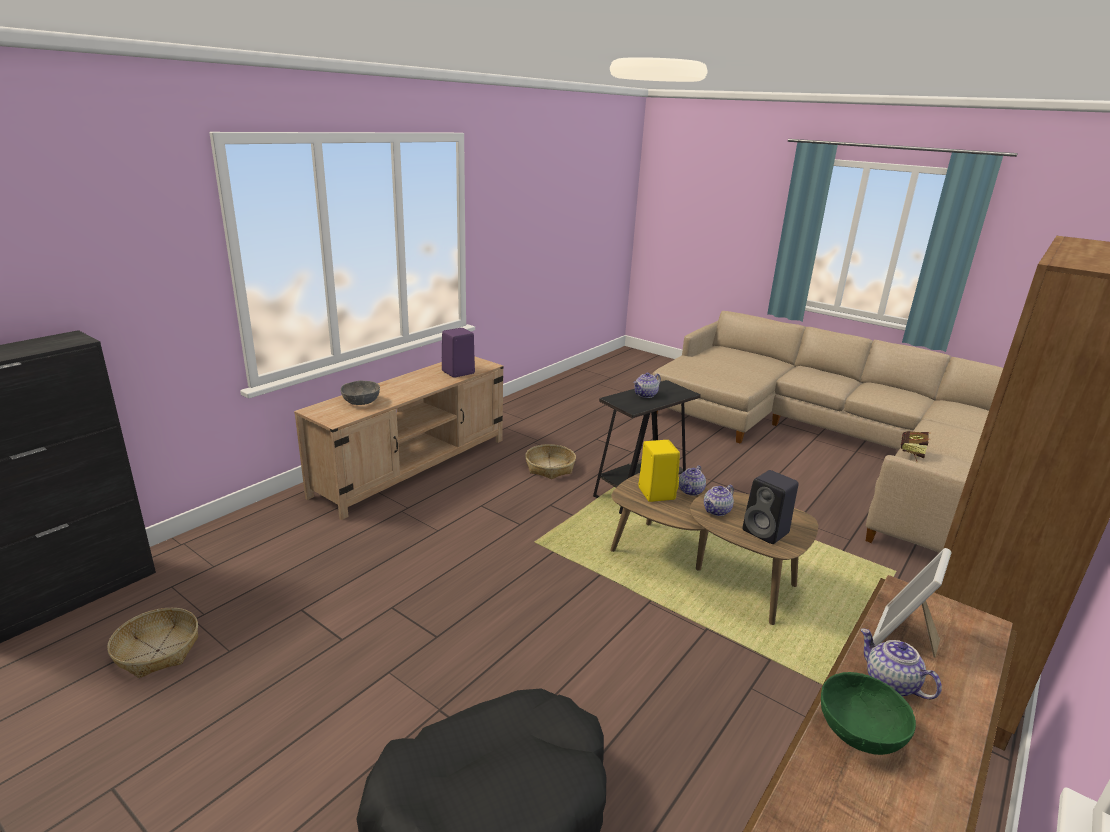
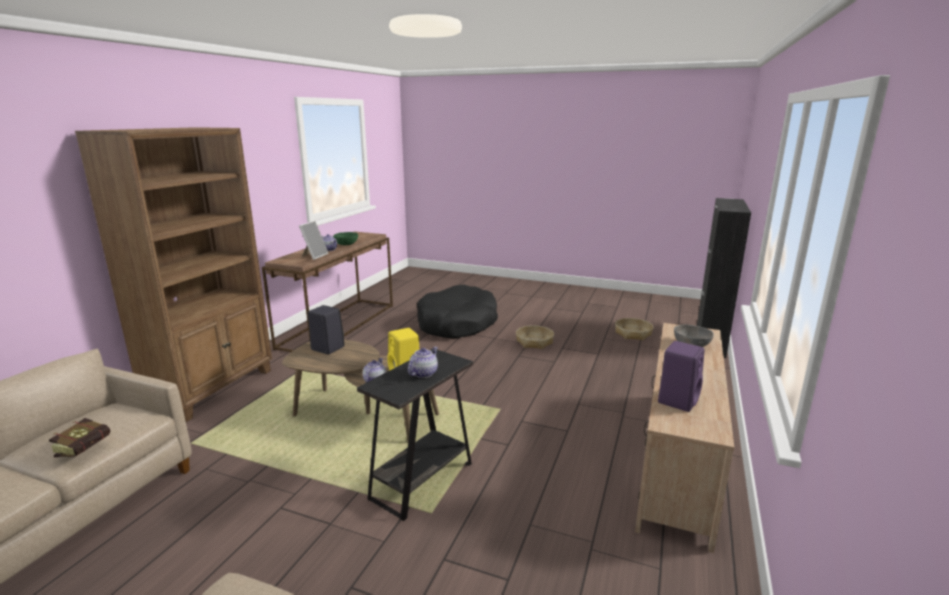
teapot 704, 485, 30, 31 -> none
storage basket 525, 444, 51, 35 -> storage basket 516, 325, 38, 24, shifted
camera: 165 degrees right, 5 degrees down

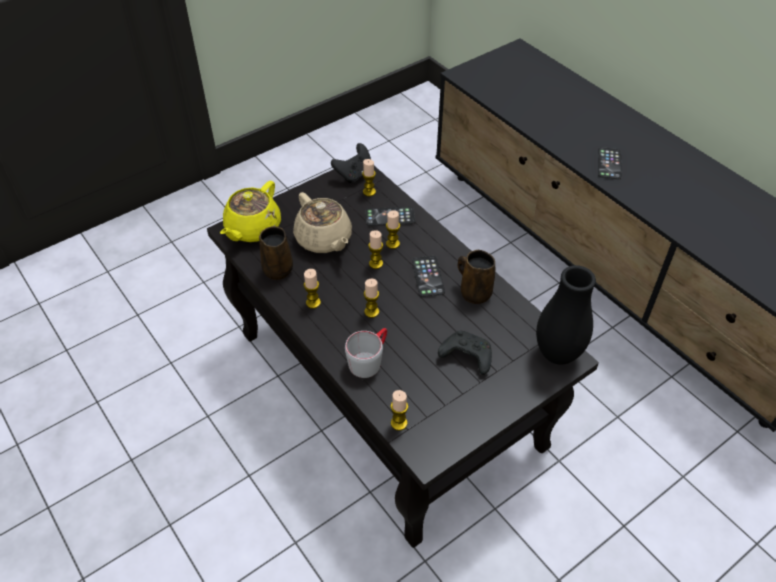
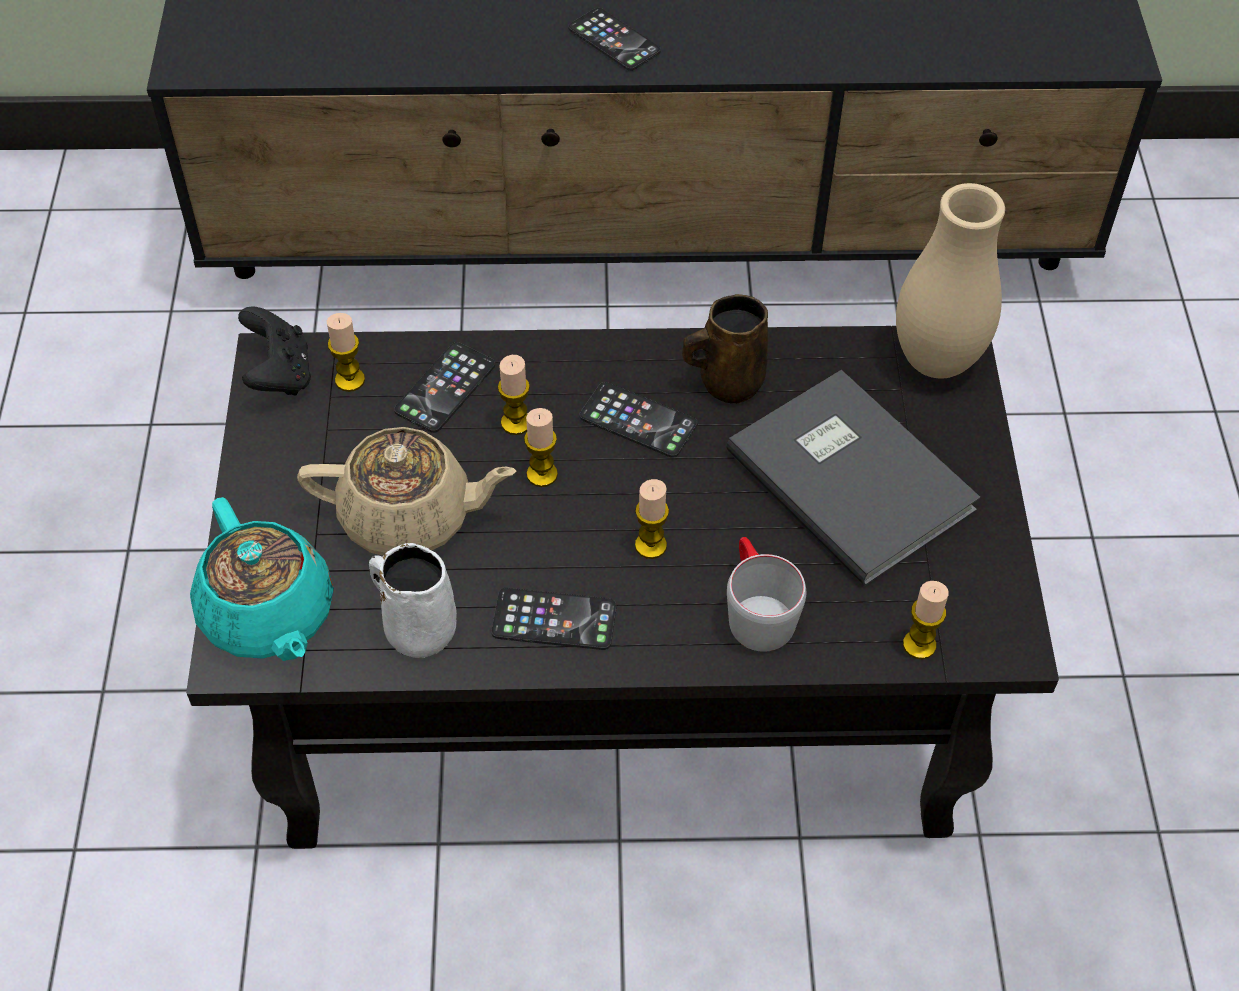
wax candle 304, 269, 17, 40 -> phone 491, 588, 126, 62
gamepad (black-coloured) 438, 331, 54, 44 -> volume (grey) 726, 370, 254, 217
teapot (yellow-coloured) 220, 181, 61, 61 -> teapot (turquoise) 190, 497, 144, 164
mug (brownish) 259, 226, 34, 54 -> mug (white-coloured) 369, 543, 88, 115
vase (black-coloured) 536, 265, 60, 99 -> vase (sand-coloured) 896, 183, 109, 196
camera: 55 degrees left, 5 degrees up

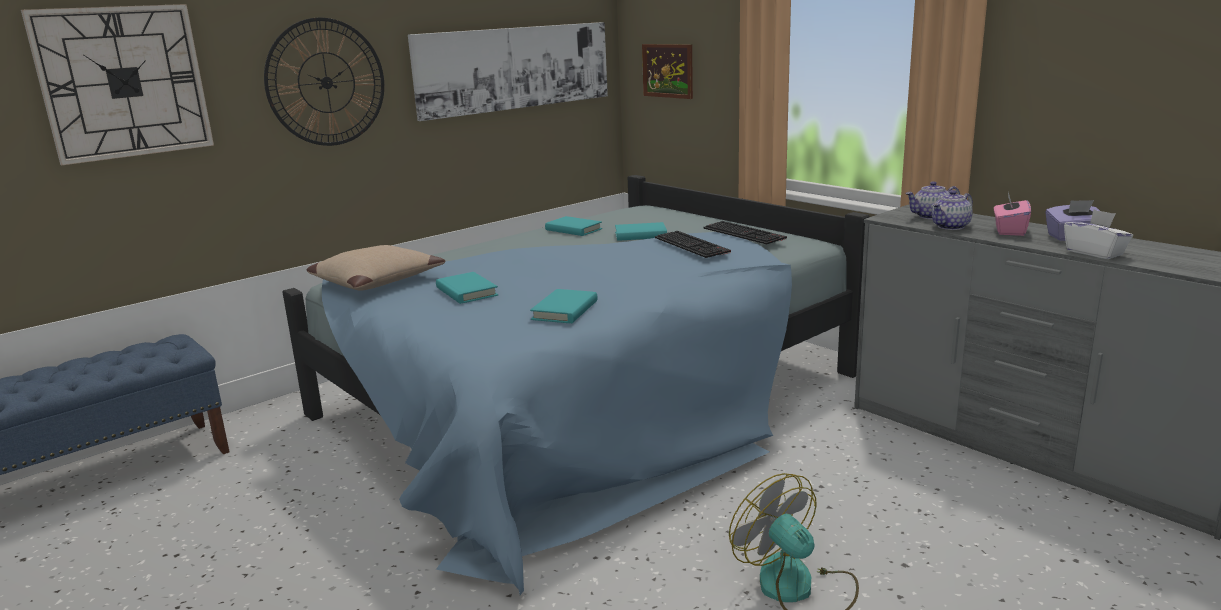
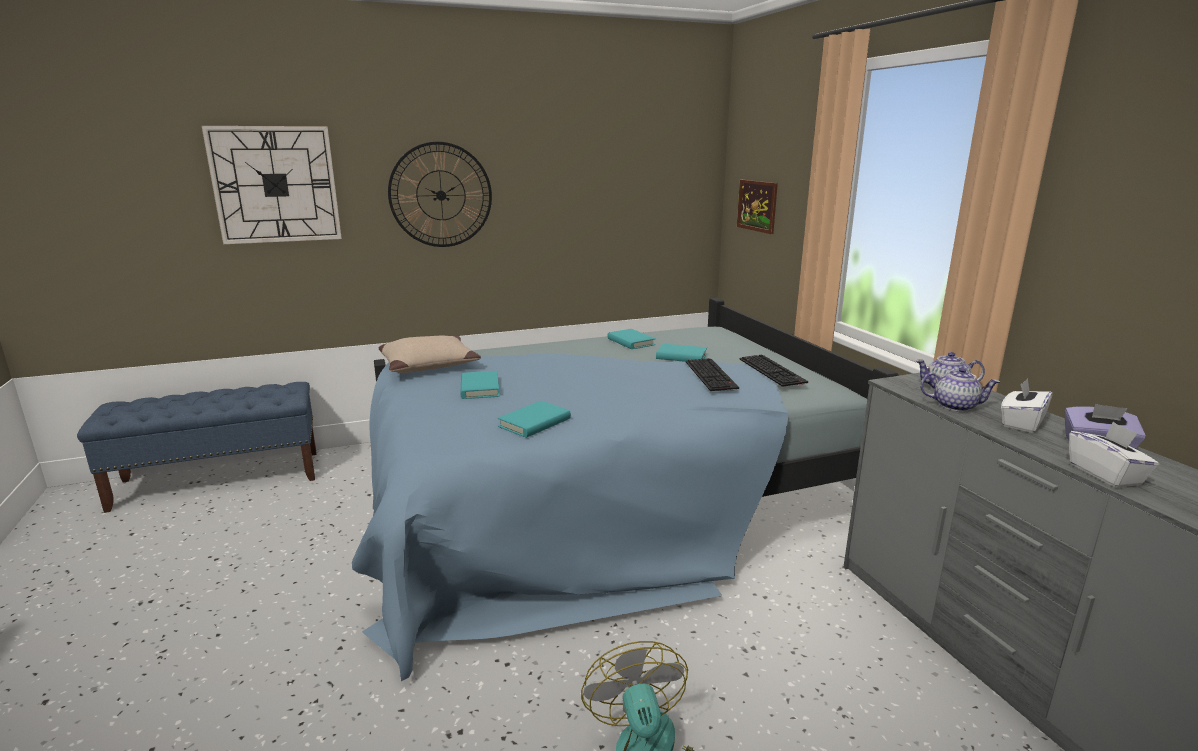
picture 408, 22, 200, 99 -> none
box of tissues (pink-coloured) 994, 191, 37, 45 -> box of tissues (white-coloured) 1001, 378, 51, 55
teapot 932, 190, 41, 40 -> teapot 920, 367, 80, 45, 150 degrees counterclockwise
camera: 20 degrees right, 0 degrees up

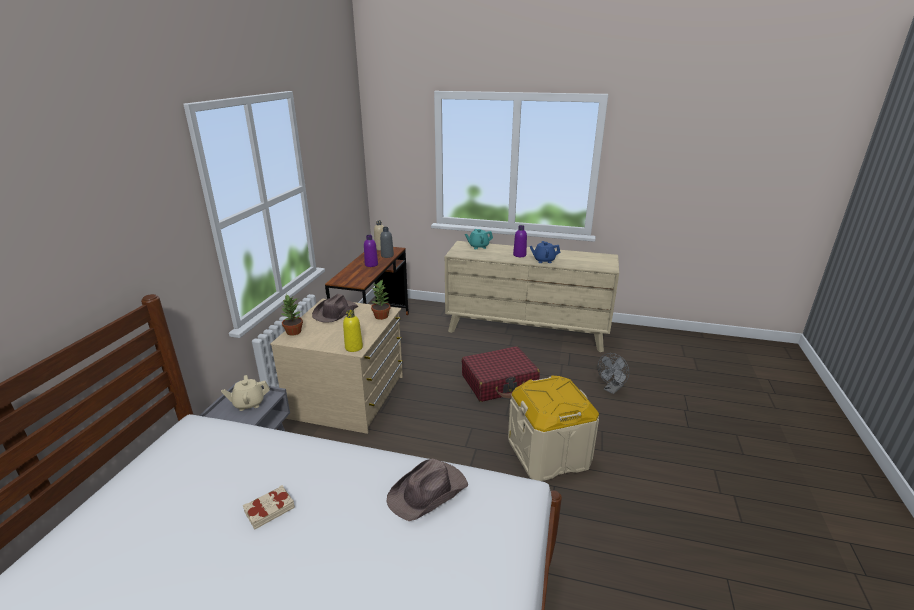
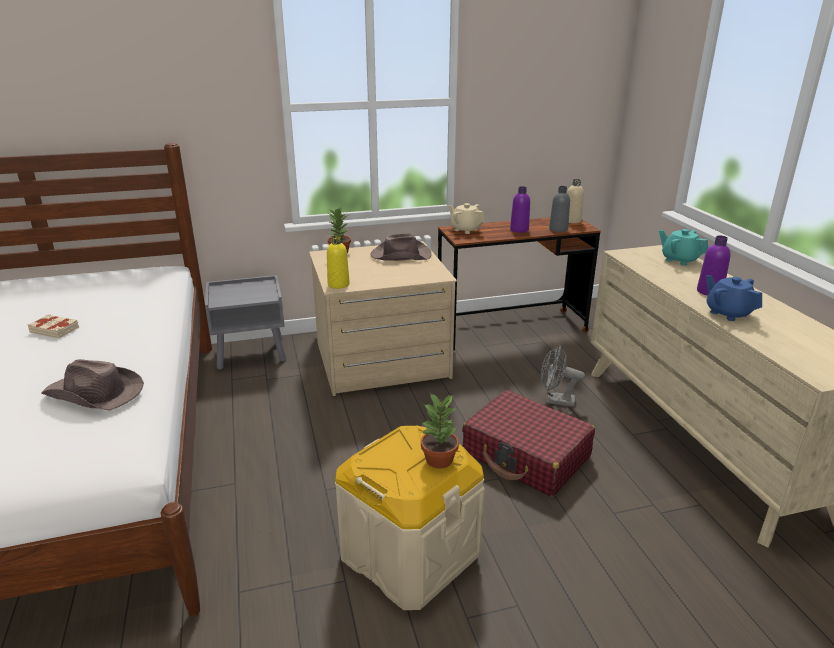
teapot (sand-coloured) 221, 375, 49, 36 -> teapot (sand-coloured) 448, 203, 37, 31, shifted
potted plant 371, 279, 19, 41 -> potted plant 421, 393, 38, 76, shifted
electric fan (grey) 598, 353, 31, 41 -> electric fan (grey) 541, 345, 44, 62, shifted
camera: 60 degrees right, 0 degrees up

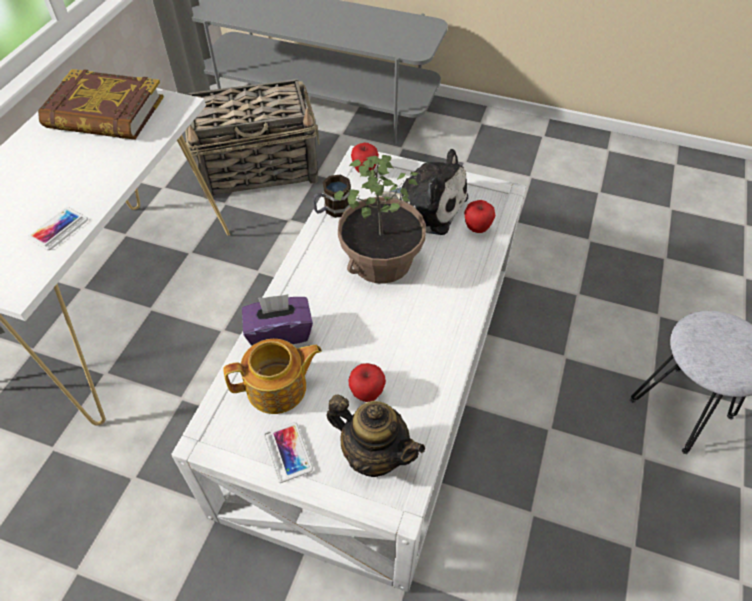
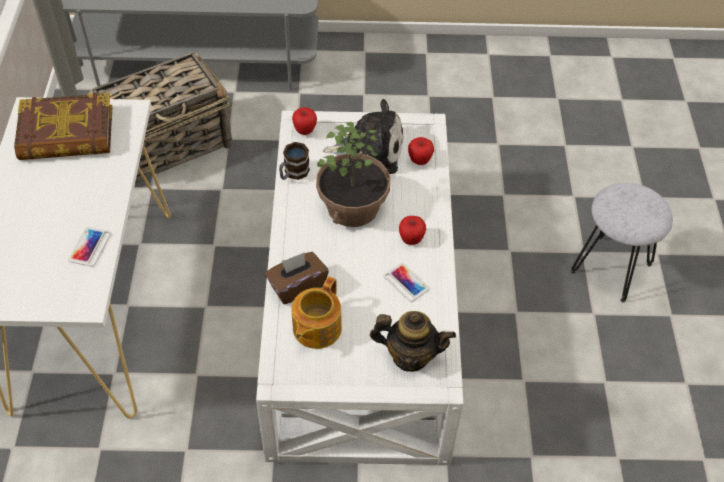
phone 263, 422, 50, 61 -> phone 383, 263, 47, 39, shifted
apple fruit 349, 363, 37, 39 -> apple fruit 399, 216, 27, 29, shifted
box of tissues (purple) 242, 294, 71, 52 -> box of tissues (brownish) 265, 252, 64, 52
teapot 223, 339, 99, 75 -> teapot 291, 277, 51, 72, 150 degrees clockwise
camera: 20 degrees left, 0 degrees up

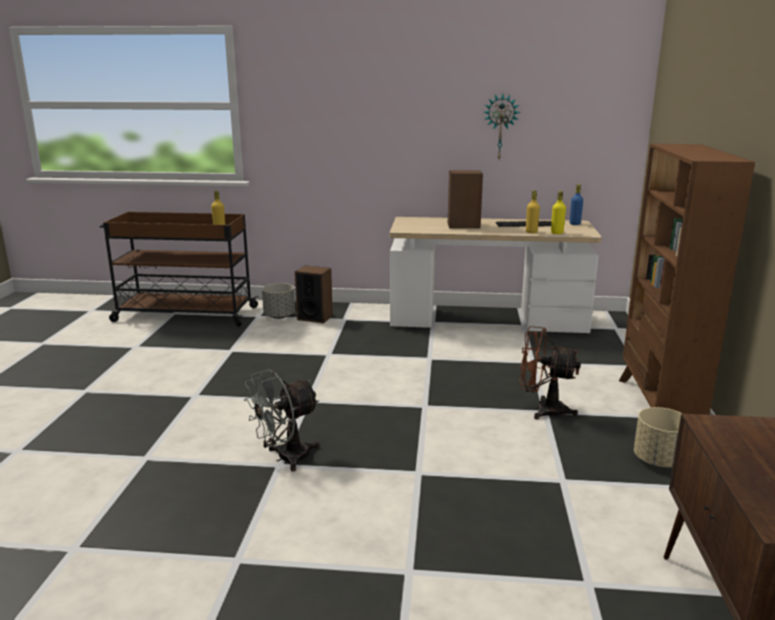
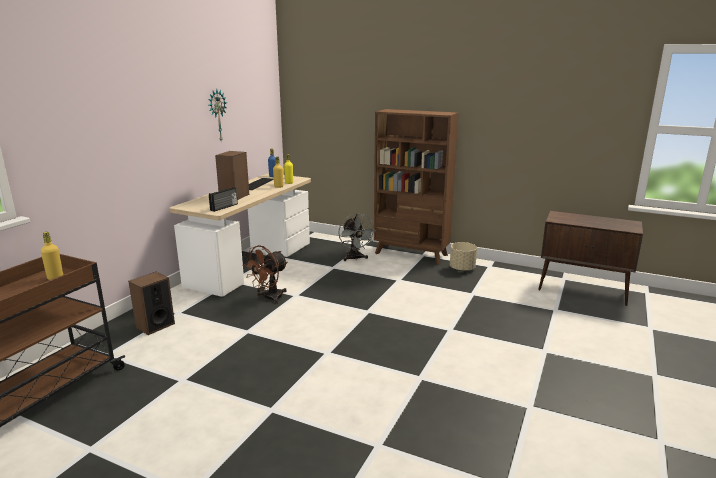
flower pot (grey) 262, 283, 33, 36 -> none
none -> radio set 209, 187, 29, 25
electric fan (grey) 244, 369, 75, 103 -> electric fan (grey) 338, 213, 38, 48, shifted
electric fan (brownish) 519, 326, 62, 94 -> electric fan (brownish) 242, 245, 46, 59, shifted
camera: 70 degrees left, 0 degrees up

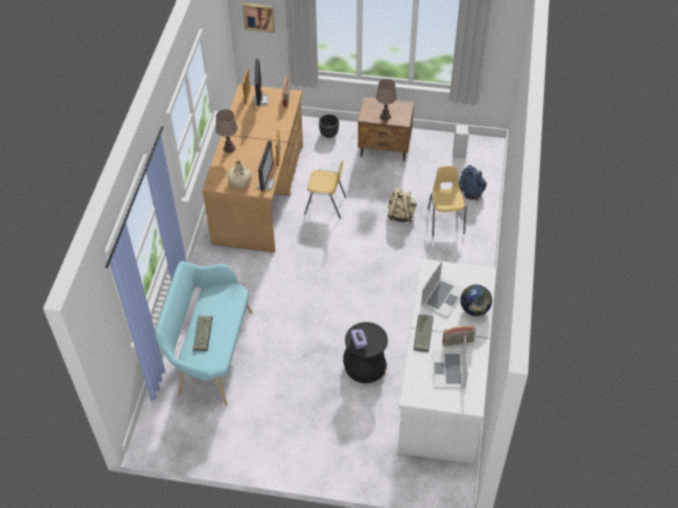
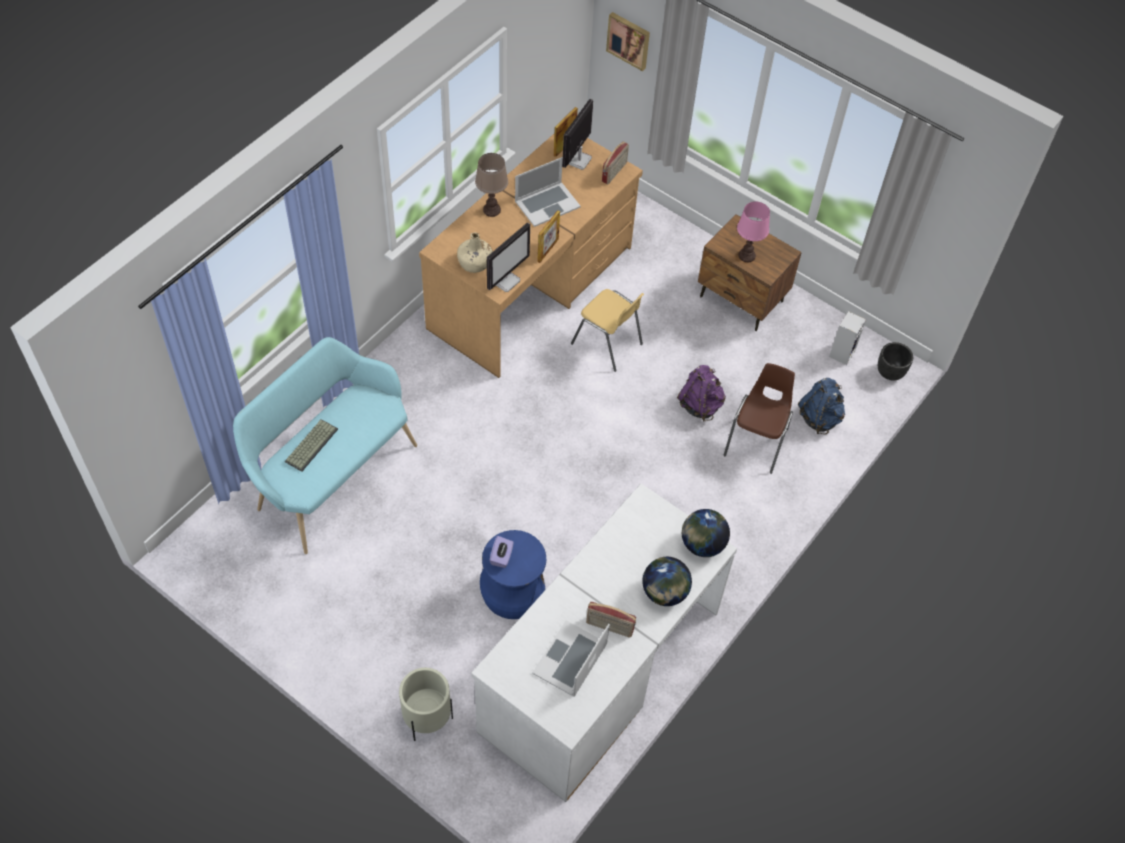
computer keyboard 413, 314, 20, 38 -> none
none -> flower pot (sand-coloured) 399, 668, 54, 73
none -> globe 682, 509, 48, 48
flower pot (black-coloured) 319, 114, 20, 24 -> flower pot (black-coloured) 878, 342, 35, 38, shifted
laptop 421, 261, 45, 57 -> laptop 515, 157, 66, 70, shifted
stool seat (black-coloured) 343, 322, 45, 61 -> stool seat (blue) 480, 530, 66, 89
lamp for a table (brownish) 376, 79, 21, 41 -> lamp for a table (pink-coloured) 737, 202, 33, 60
rucksack (sand-coloured) 388, 188, 29, 34 -> rucksack (purple) 677, 365, 49, 57
chair (yellow-coloured) 428, 166, 39, 70 -> chair (brownish) 724, 363, 71, 111
camera: 25 degrees right, 5 degrees up

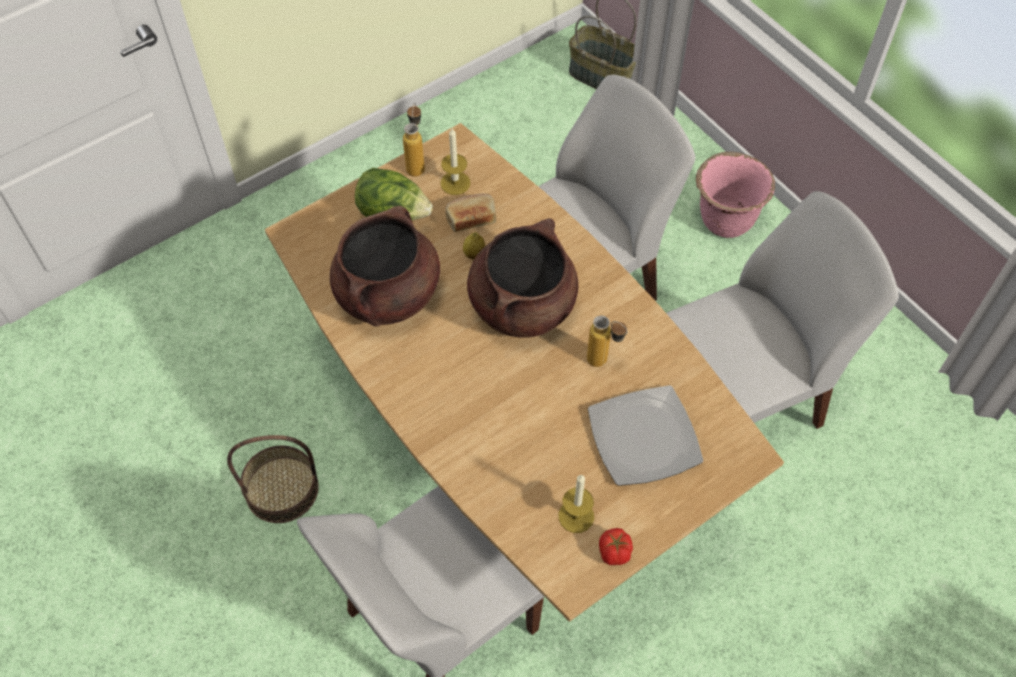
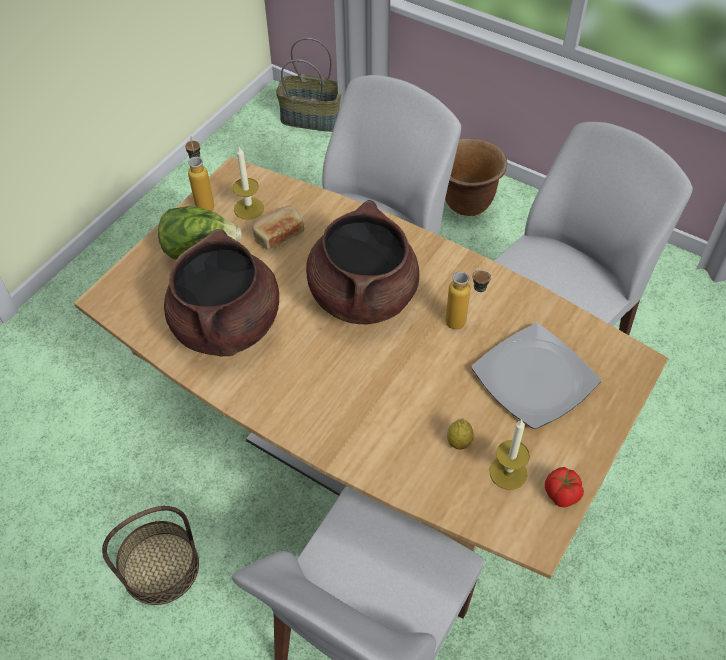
whole lemon 463, 232, 22, 27 -> whole lemon 447, 419, 27, 31, shifted
flower pot (pink-coloured) 696, 152, 79, 86 -> flower pot (brownish) 445, 138, 62, 78
camera: 20 degrees left, 5 degrees down

